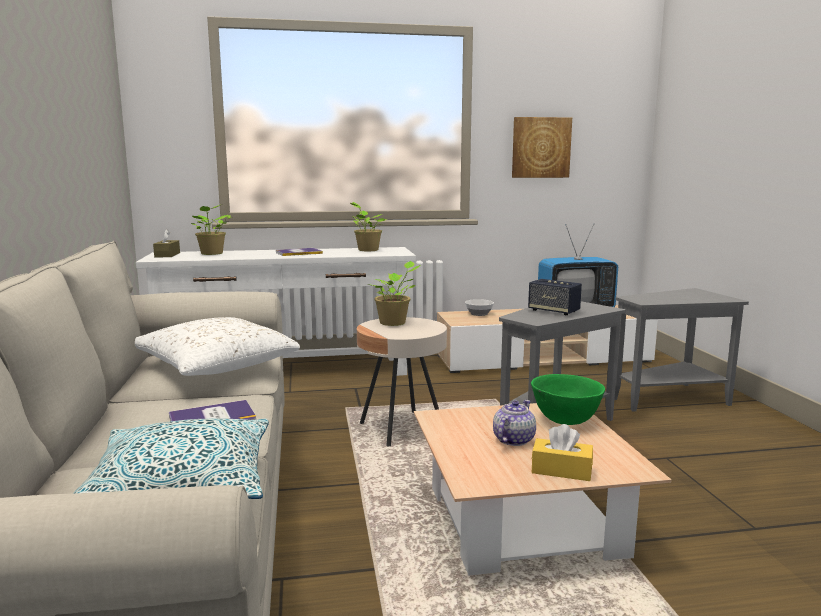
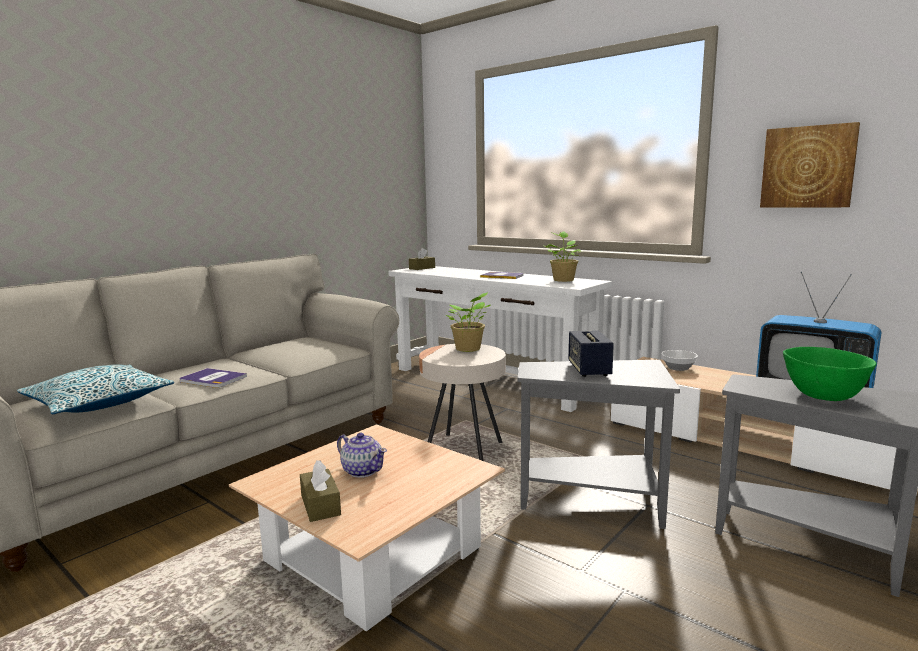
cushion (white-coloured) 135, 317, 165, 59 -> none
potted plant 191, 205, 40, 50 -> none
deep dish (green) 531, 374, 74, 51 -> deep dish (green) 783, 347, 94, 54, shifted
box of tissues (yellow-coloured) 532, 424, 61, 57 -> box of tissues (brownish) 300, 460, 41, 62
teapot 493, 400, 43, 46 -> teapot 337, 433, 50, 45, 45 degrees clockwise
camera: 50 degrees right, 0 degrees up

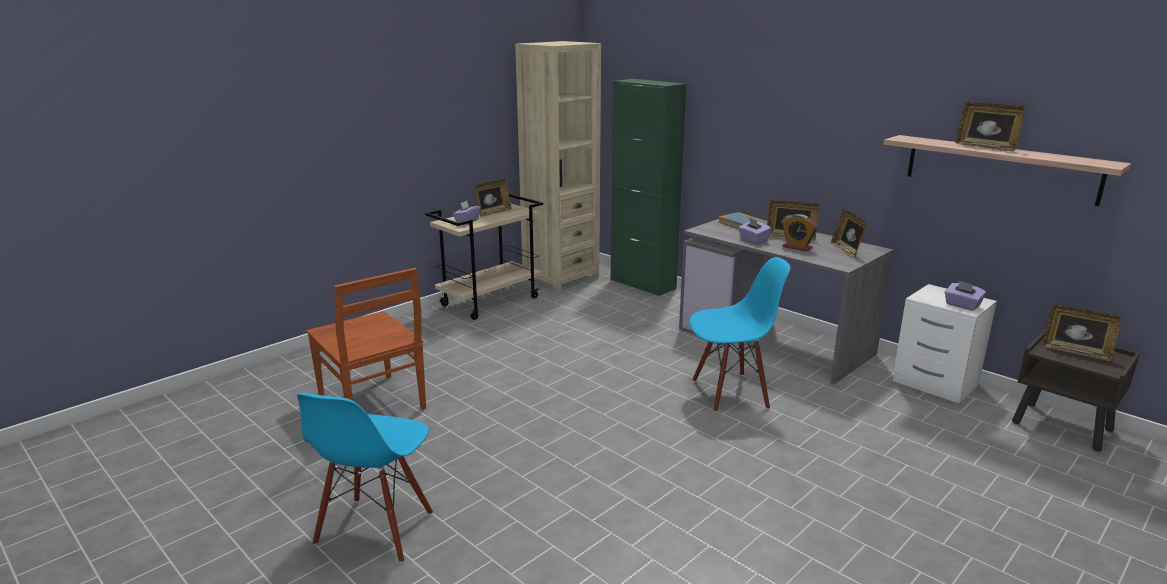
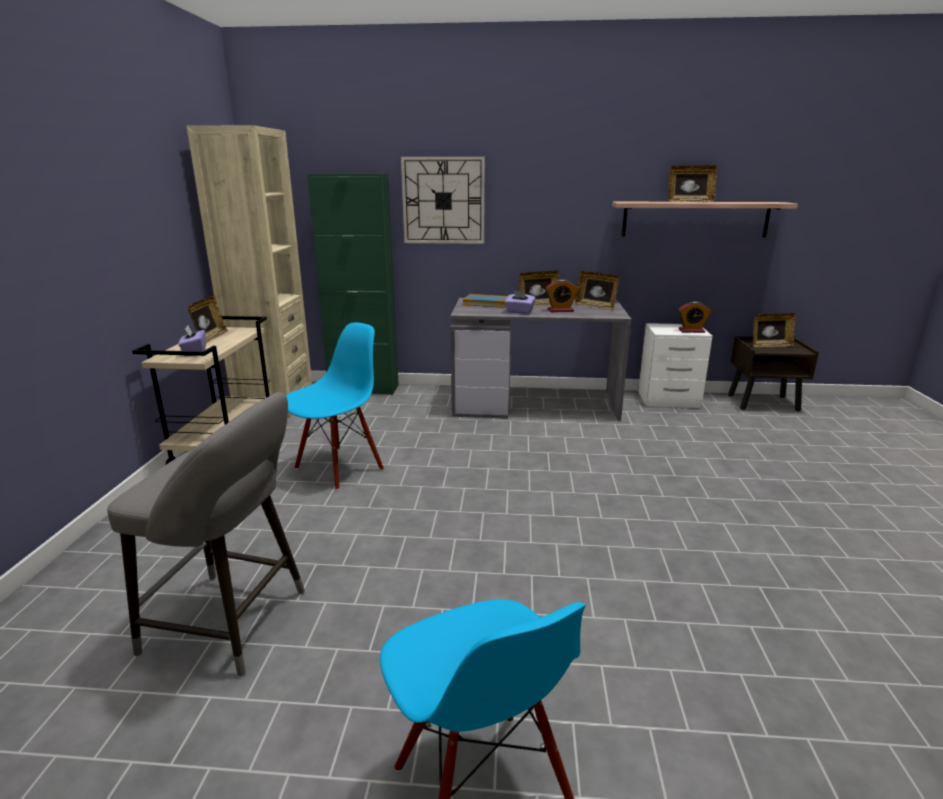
none -> hanging clock 401, 157, 84, 87
chair (blue) 689, 257, 101, 156 -> chair (blue) 286, 322, 98, 168, shifted
chair (brownish) 306, 268, 120, 142 -> stool seat (grey) 107, 392, 198, 284
box of tissues (purple) 945, 281, 41, 30 -> bedside clock 678, 301, 33, 32
camera: 40 degrees left, 0 degrees up

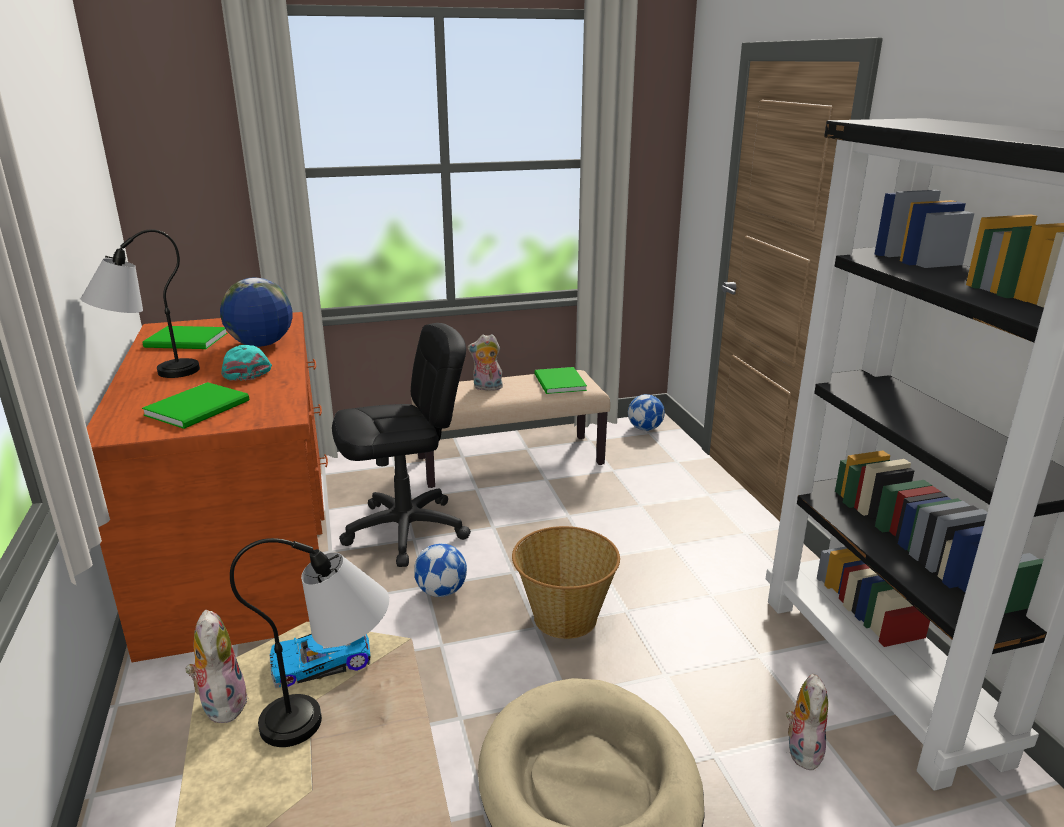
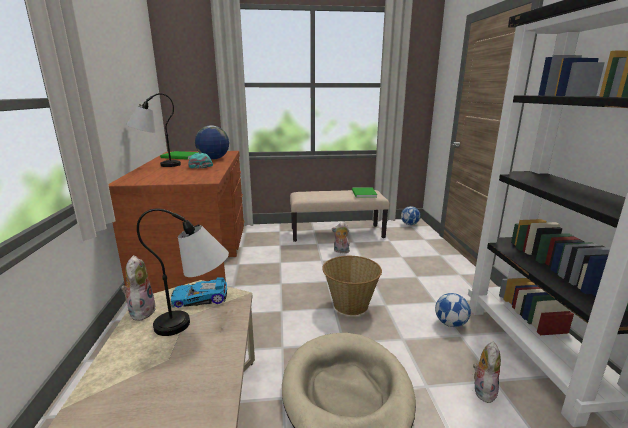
volume (green) 142, 382, 107, 47 -> none
office chair (black-coloured) 332, 323, 139, 244 -> none
ball for football 414, 543, 53, 54 -> ball for football 435, 293, 36, 34, shifted
plush toy 468, 334, 36, 57 -> plush toy 332, 223, 18, 30, shifted
camera: 10 degrees right, 5 degrees down

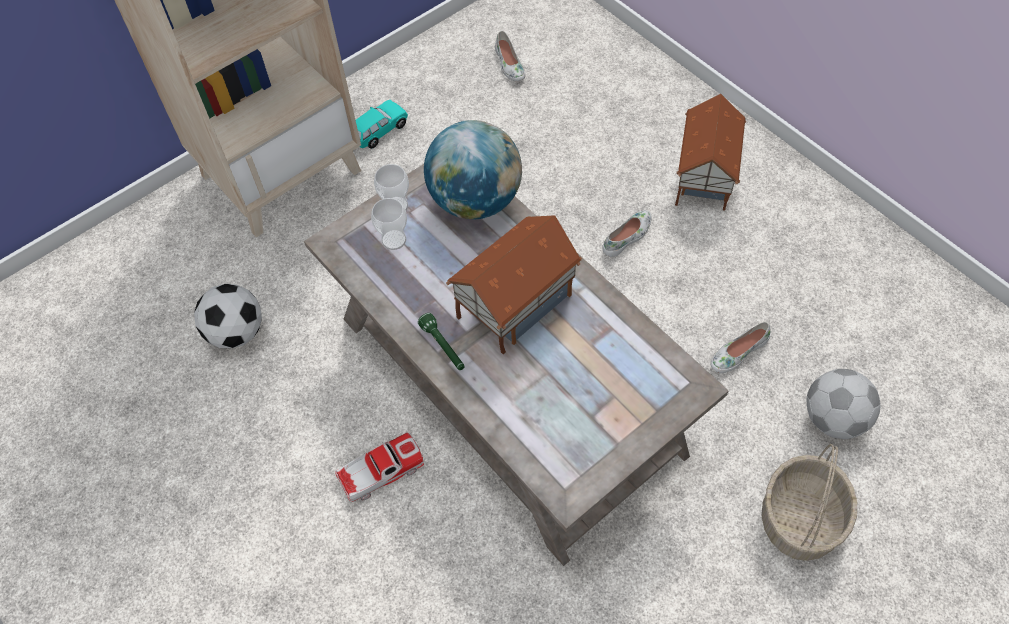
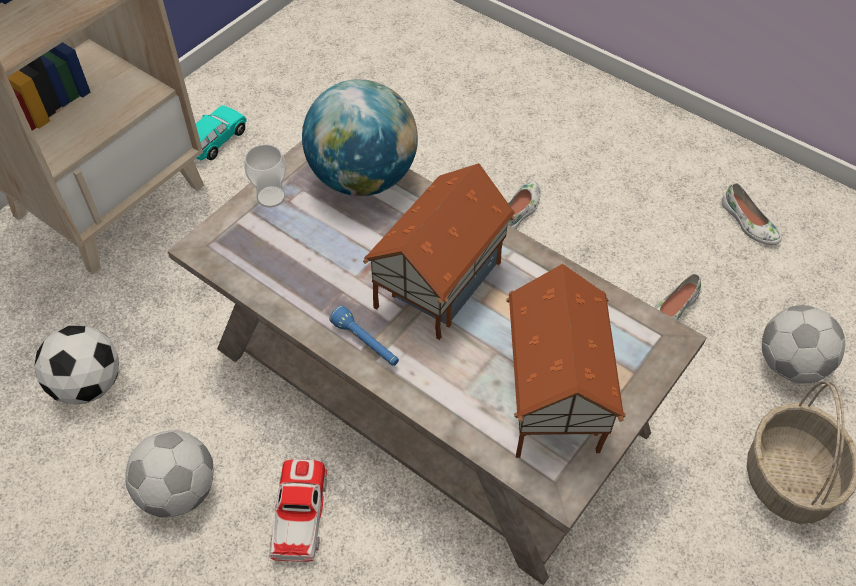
cup 371, 198, 36, 52 -> none
none -> ball for football 125, 430, 89, 88
shoe (white-coloured) 495, 31, 30, 51 -> shoe (white-coloured) 721, 183, 61, 62, shifted
toy house 675, 94, 71, 117 -> toy house 506, 264, 120, 194, shifted
hand torch (green) 418, 313, 47, 57 -> hand torch (blue) 330, 305, 69, 61
miniature car 335, 433, 89, 69 -> miniature car 269, 459, 58, 103, 45 degrees counterclockwise
camera: 15 degrees left, 5 degrees down

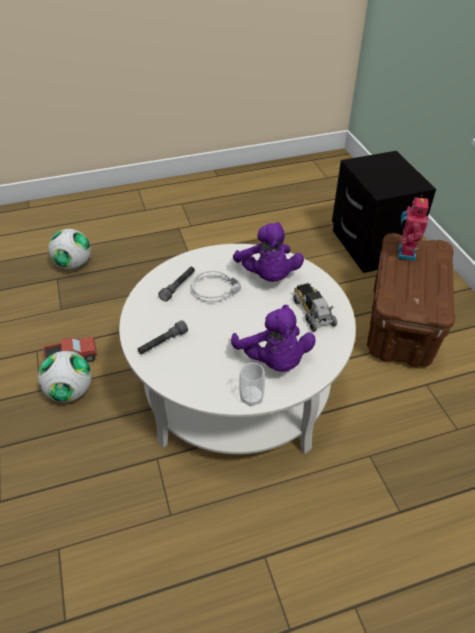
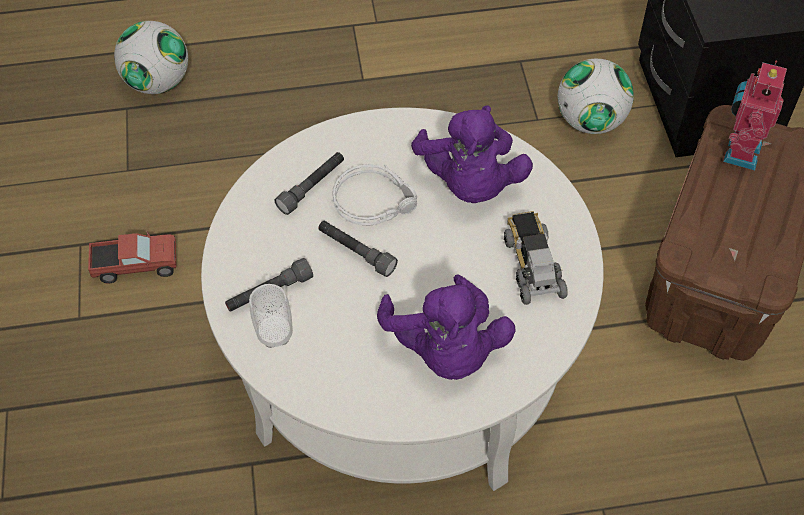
none -> hand torch (grey) 318, 221, 80, 56
ball for football 38, 351, 53, 51 -> ball for football 558, 58, 76, 76, shifted
cup 239, 363, 26, 43 -> cup 249, 284, 44, 64, shifted
camera: 10 degrees right, 10 degrees up

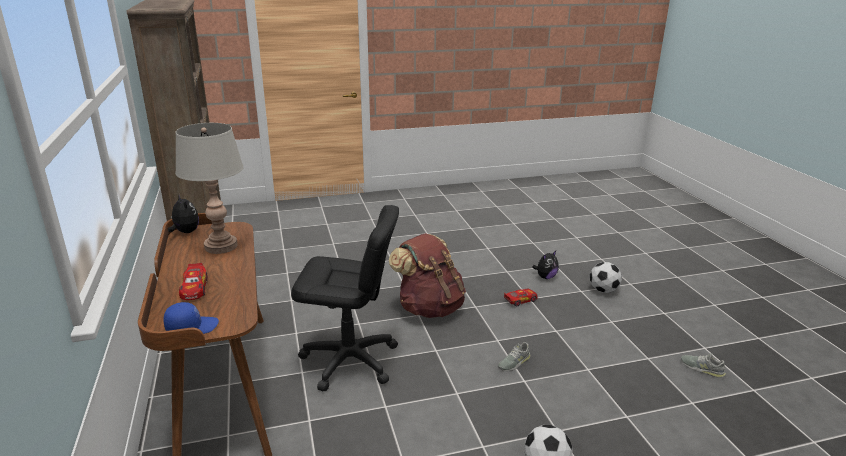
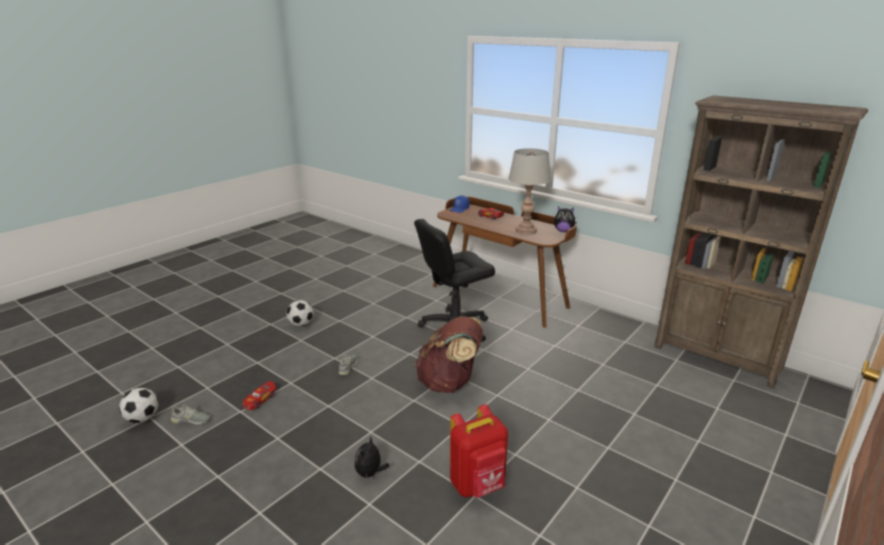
none -> rucksack (red-coloured) 450, 404, 58, 94
miniature car 504, 288, 33, 19 -> miniature car 243, 381, 33, 29, shifted
ball for football 590, 262, 32, 31 -> ball for football 119, 388, 39, 35, shifted
camera: 145 degrees right, 0 degrees up

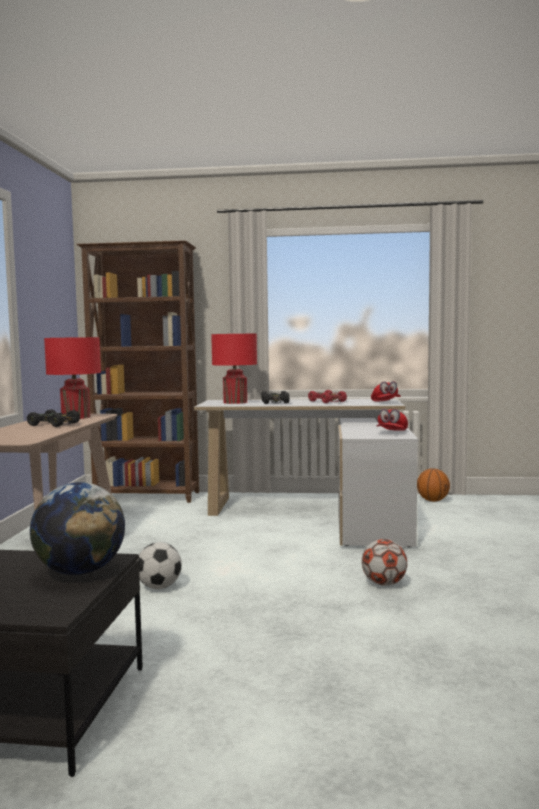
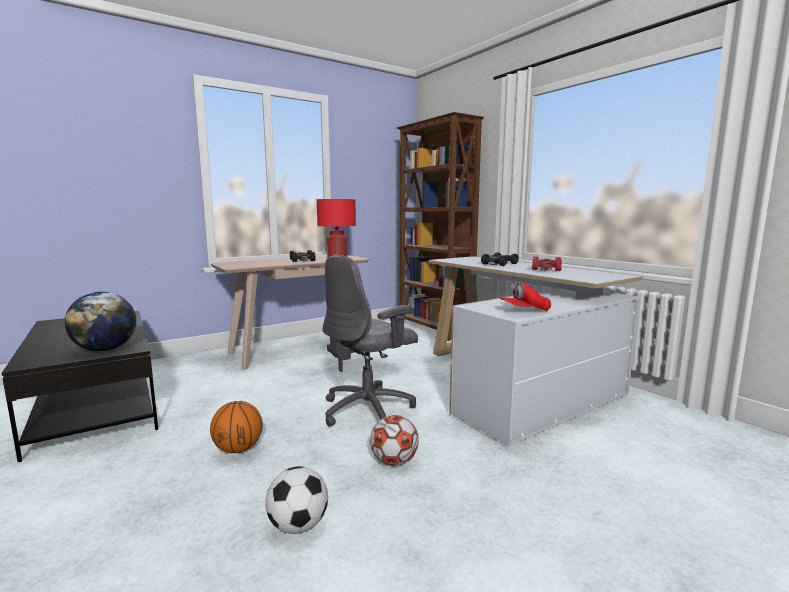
lamp for a table (red-coloured) 211, 334, 46, 70 -> none
cap (red-coloured) 371, 381, 30, 20 -> none
none -> office chair (grey) 322, 255, 96, 172
ball for football 137, 542, 45, 47 -> ball for football 265, 466, 63, 68, shifted
basketball 417, 468, 33, 34 -> basketball 210, 401, 53, 52, shifted
camera: 50 degrees right, 5 degrees up

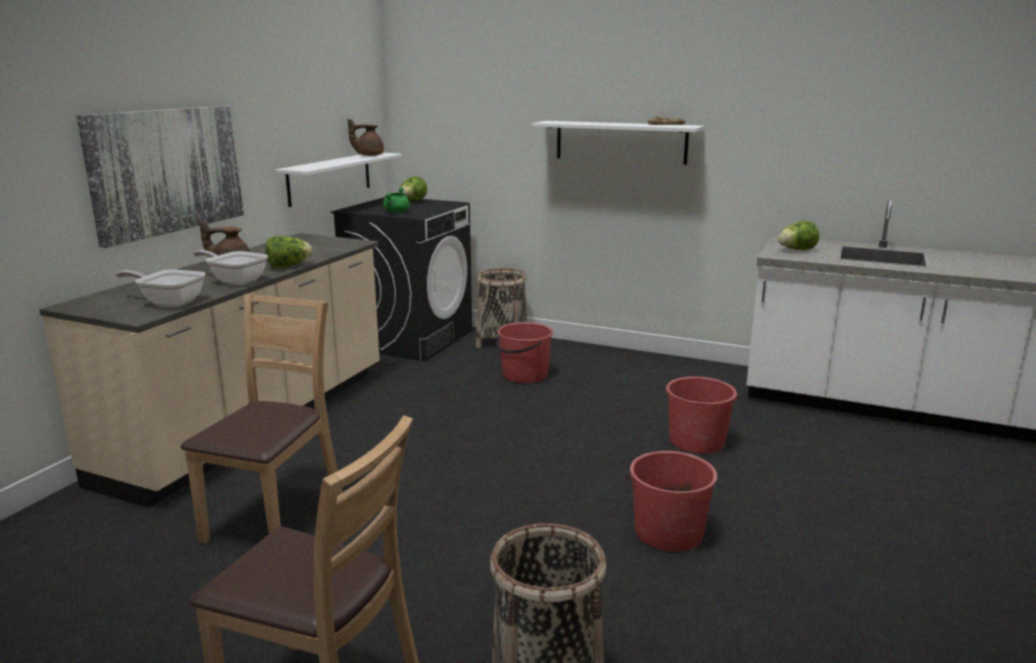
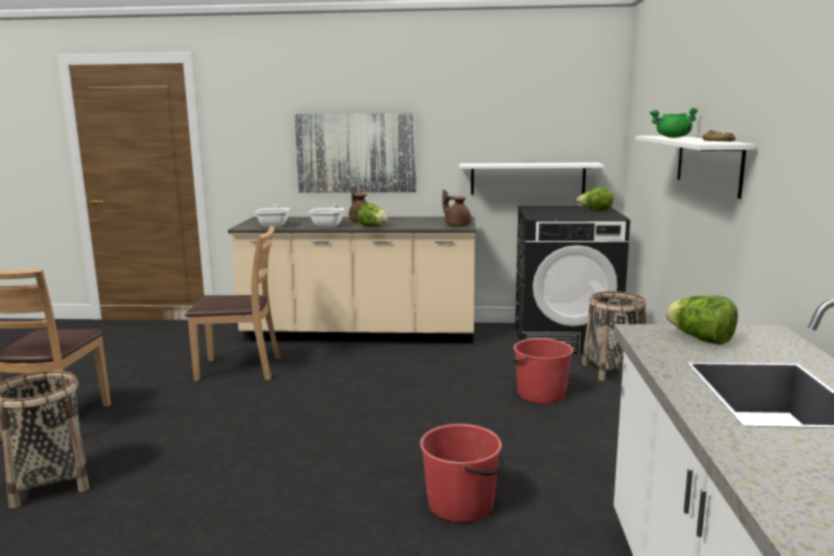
bucket (red-coloured) 625, 451, 92, 100 -> none
teapot (brownish) 348, 118, 36, 38 -> teapot (brownish) 442, 189, 29, 38, shifted
cooking pot (green) 383, 187, 27, 26 -> cooking pot (green) 650, 108, 48, 30, shifted
camera: 70 degrees right, 5 degrees down

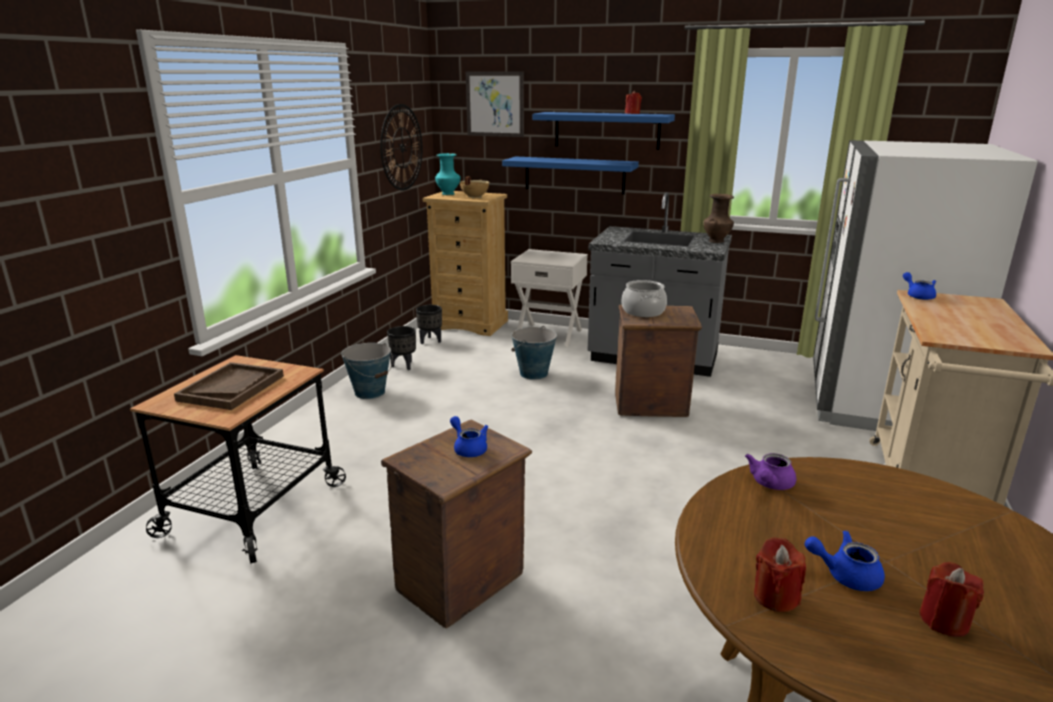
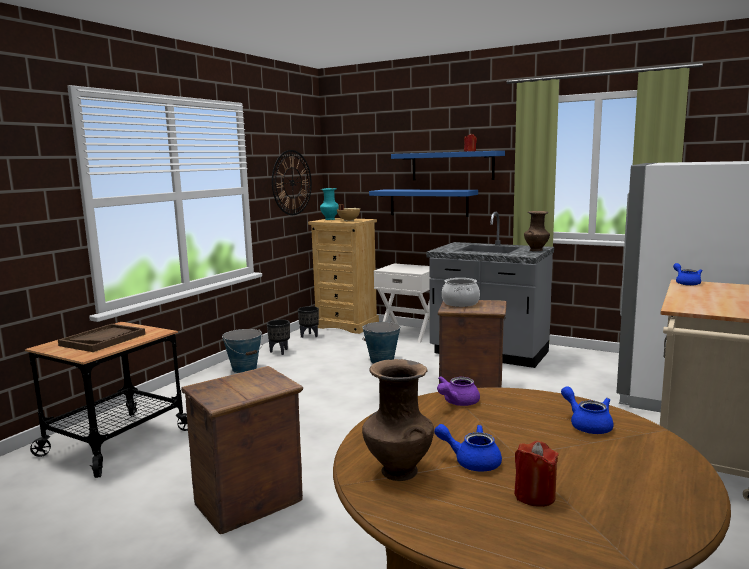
picture 466, 71, 58, 66 -> none
teapot (blue) 450, 416, 38, 41 -> teapot (blue) 561, 386, 53, 48, shifted
wax candle (red-coloured) 754, 537, 52, 75 -> vase (brownish) 362, 359, 72, 122
camera: 10 degrees right, 10 degrees down

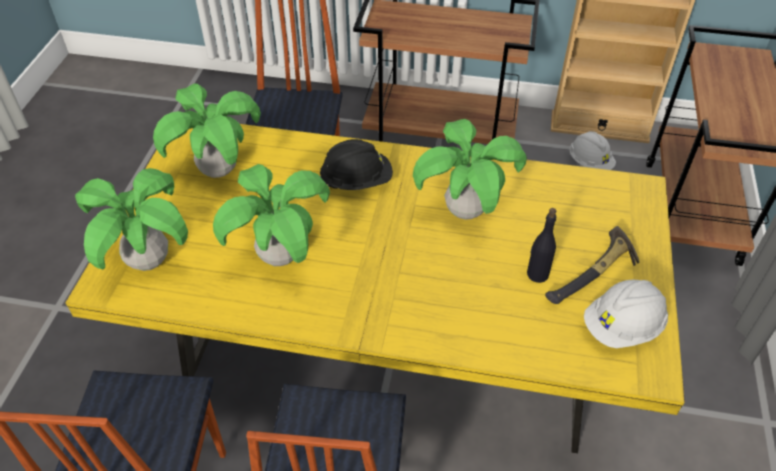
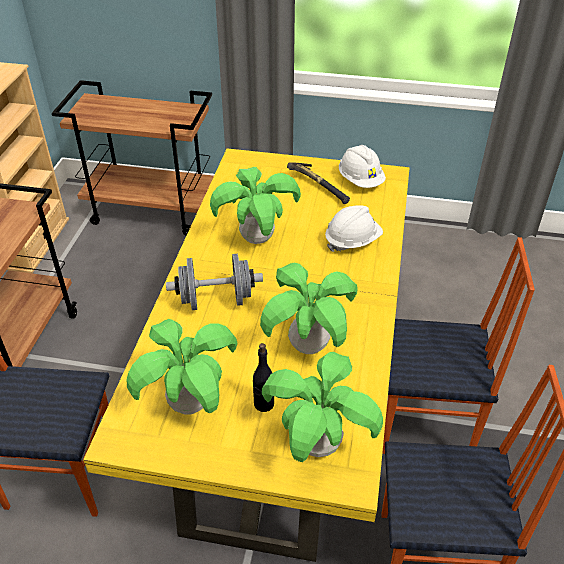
drink bottle (black-coloured) 527, 208, 30, 75 -> drink bottle (black-coloured) 253, 343, 21, 69, shifted
hard hat (white-coloured) 569, 131, 47, 39 -> hard hat (white-coloured) 325, 205, 58, 47, shifted
hard hat (black-coloured) 320, 139, 73, 51 -> hand weight (grey) 166, 254, 97, 56
camera: 90 degrees left, 5 degrees down

